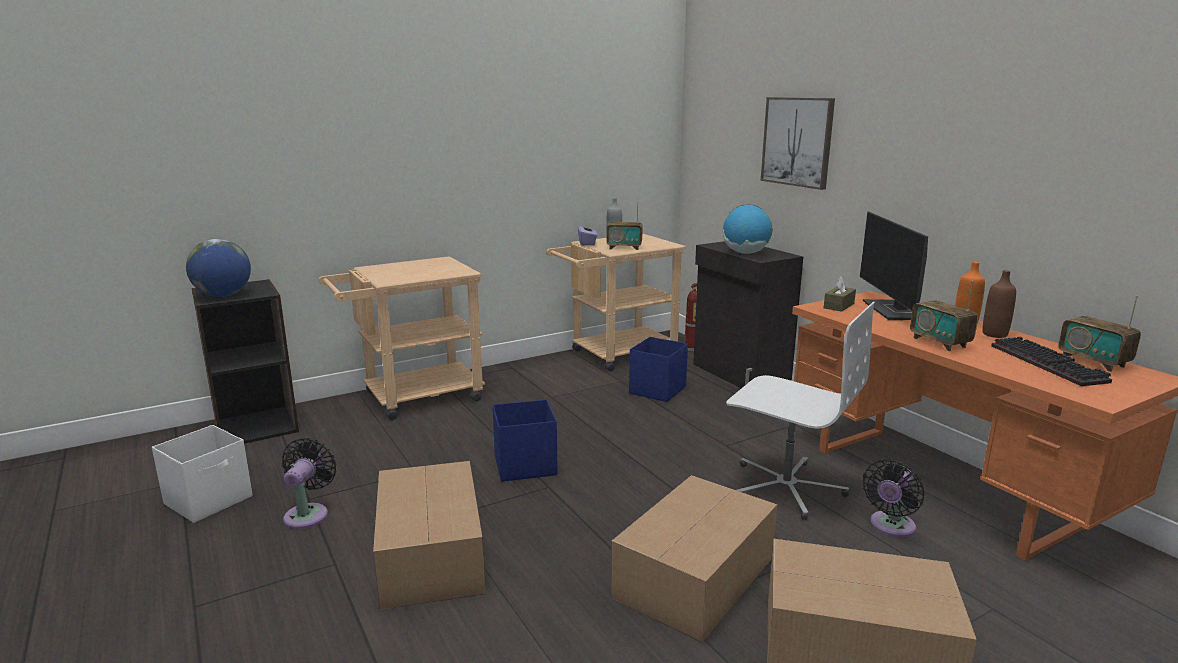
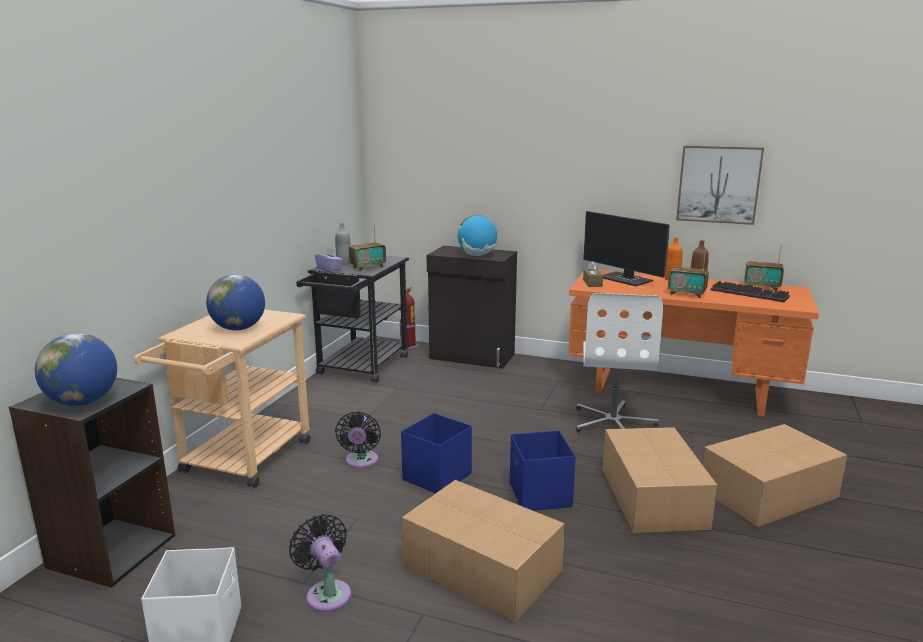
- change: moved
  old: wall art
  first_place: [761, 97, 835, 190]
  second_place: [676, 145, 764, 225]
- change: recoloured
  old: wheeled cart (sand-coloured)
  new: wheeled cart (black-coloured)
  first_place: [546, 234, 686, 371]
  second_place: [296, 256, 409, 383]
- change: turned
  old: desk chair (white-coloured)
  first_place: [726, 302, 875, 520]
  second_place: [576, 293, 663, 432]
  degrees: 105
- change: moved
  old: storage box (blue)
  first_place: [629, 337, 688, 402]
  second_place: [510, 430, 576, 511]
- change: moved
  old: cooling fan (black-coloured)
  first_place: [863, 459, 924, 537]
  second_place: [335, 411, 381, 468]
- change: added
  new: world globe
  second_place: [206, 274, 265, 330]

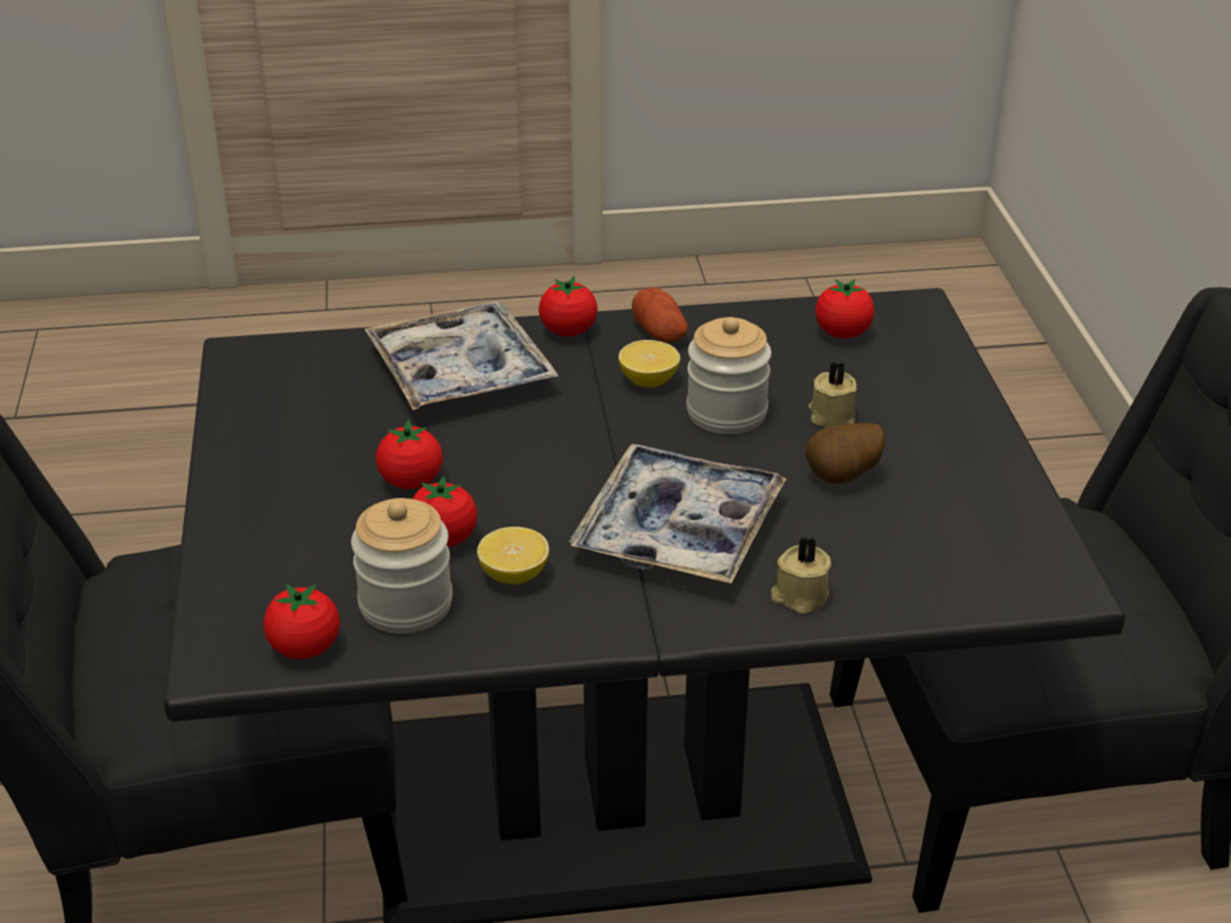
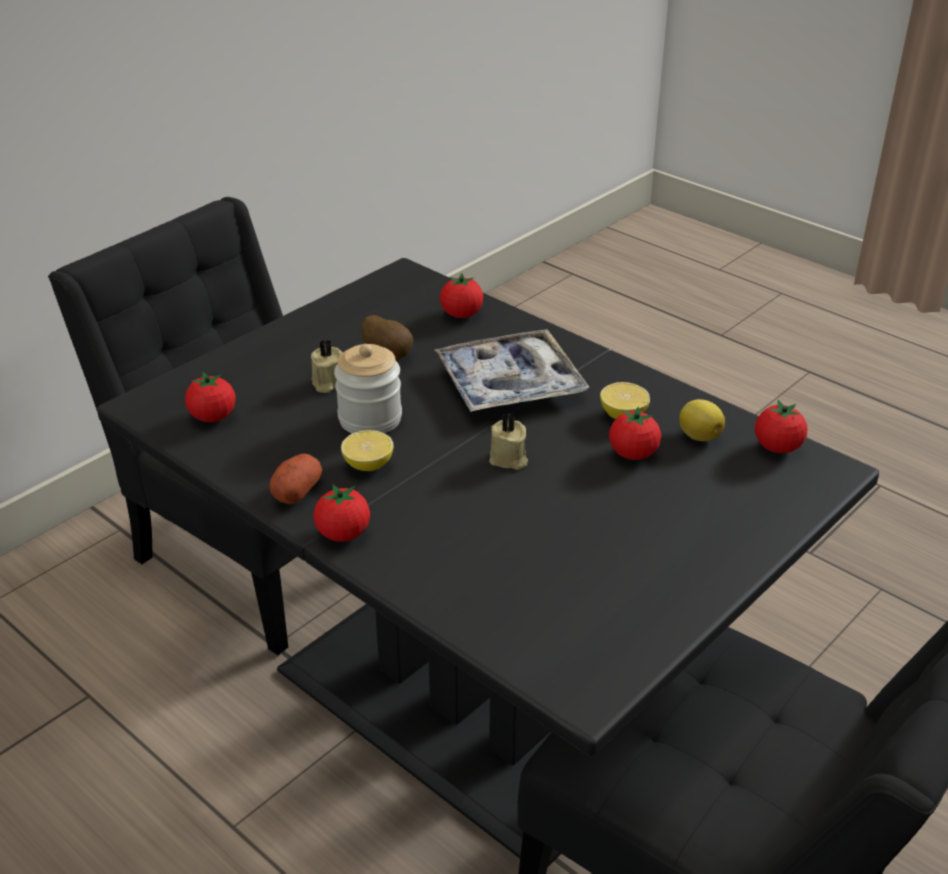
- change: removed
  old: tray
  first_place: [365, 302, 558, 410]
- change: moved
  old: tomato
  first_place: [376, 419, 443, 489]
  second_place: [440, 273, 483, 318]
- change: replaced
  old: jar
  new: lemon
  first_place: [351, 498, 453, 634]
  second_place: [679, 399, 725, 441]
- change: moved
  old: wax candle (sand-coloured)
  first_place: [771, 537, 831, 614]
  second_place: [489, 413, 528, 470]

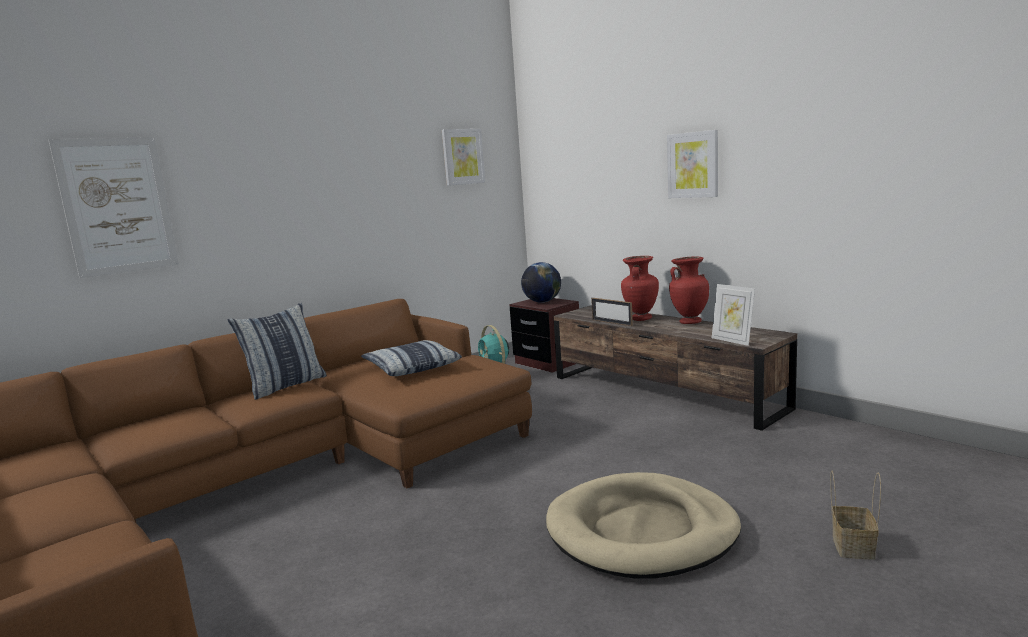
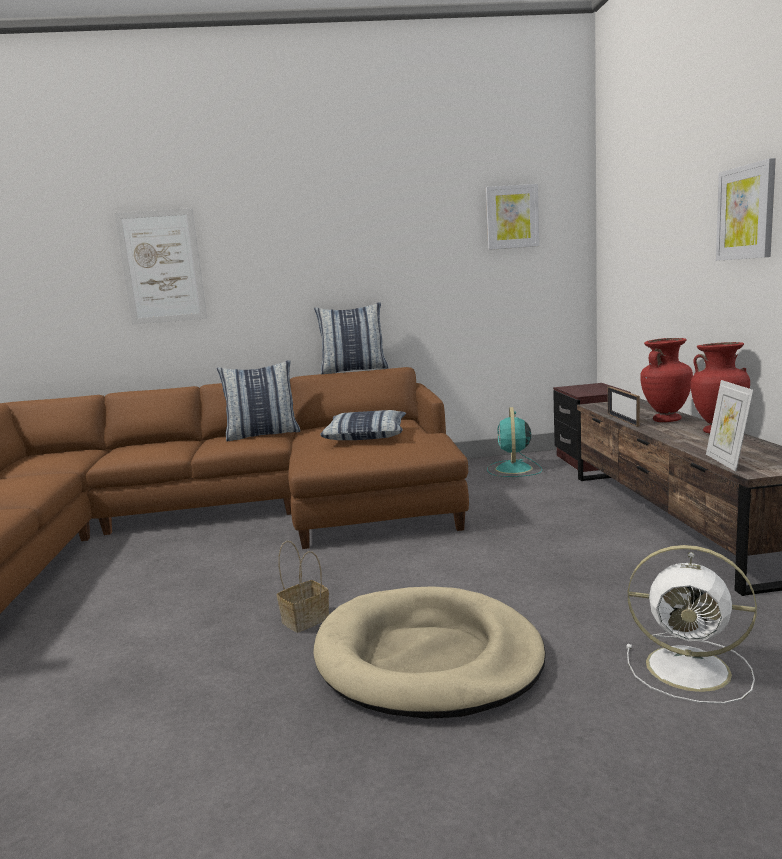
- change: removed
  old: world globe
  first_place: [521, 262, 561, 303]
- change: moved
  old: basket
  first_place: [830, 470, 881, 560]
  second_place: [277, 541, 329, 633]
- change: added
  new: cushion
  second_place: [314, 302, 389, 374]
- change: added
  new: cooling fan (white-coloured)
  second_place: [626, 545, 757, 704]

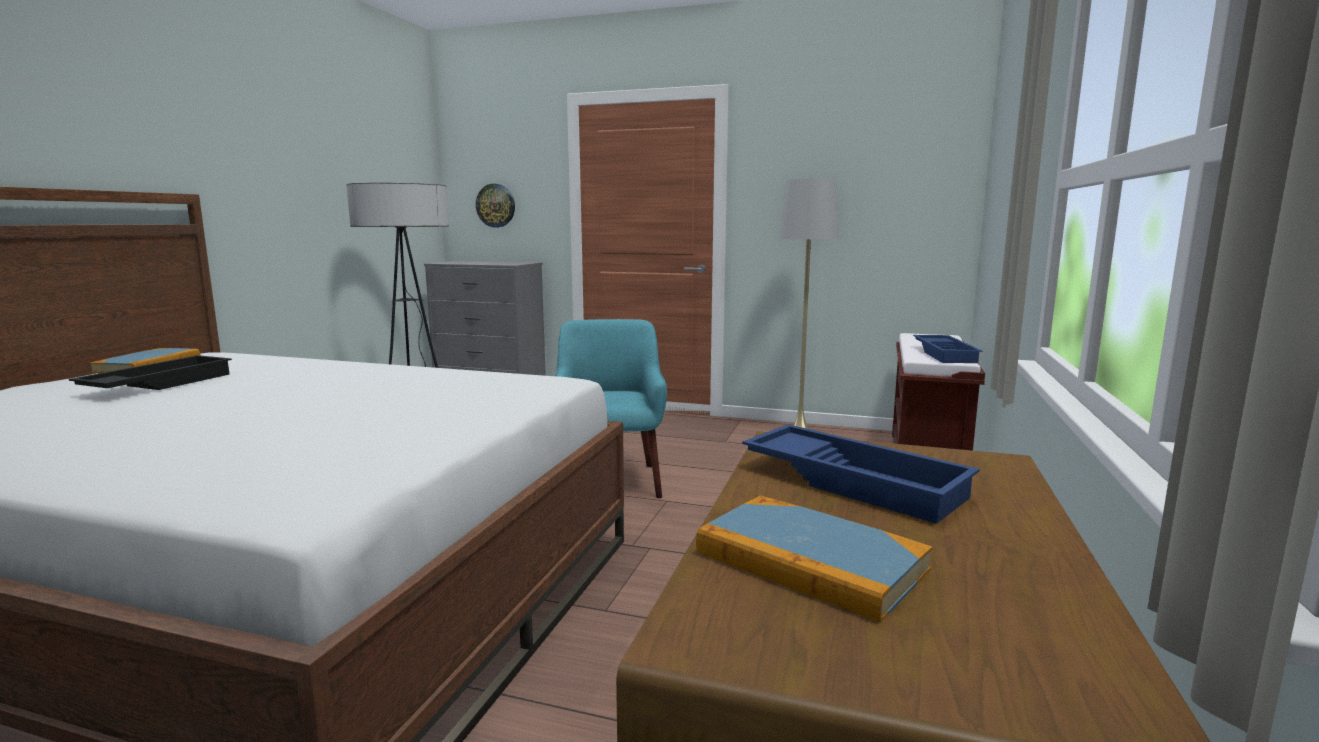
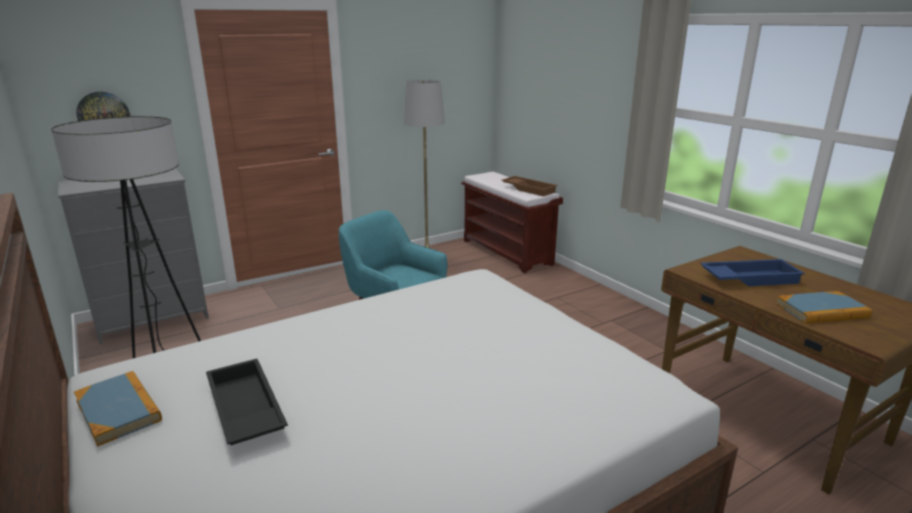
- change: recoloured
  old: tray (blue)
  new: tray (brown-coloured)
  first_place: [913, 335, 982, 363]
  second_place: [502, 176, 557, 196]

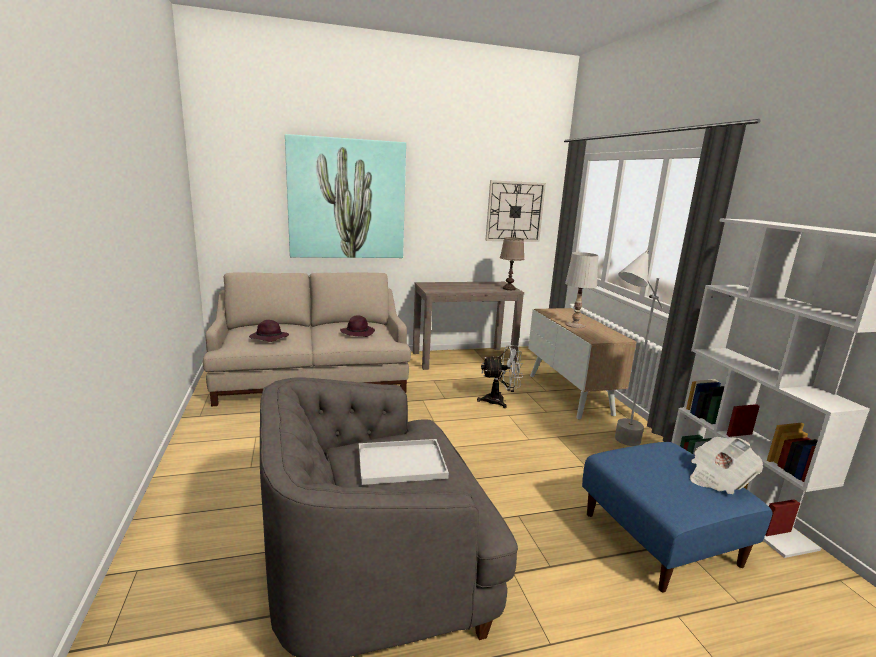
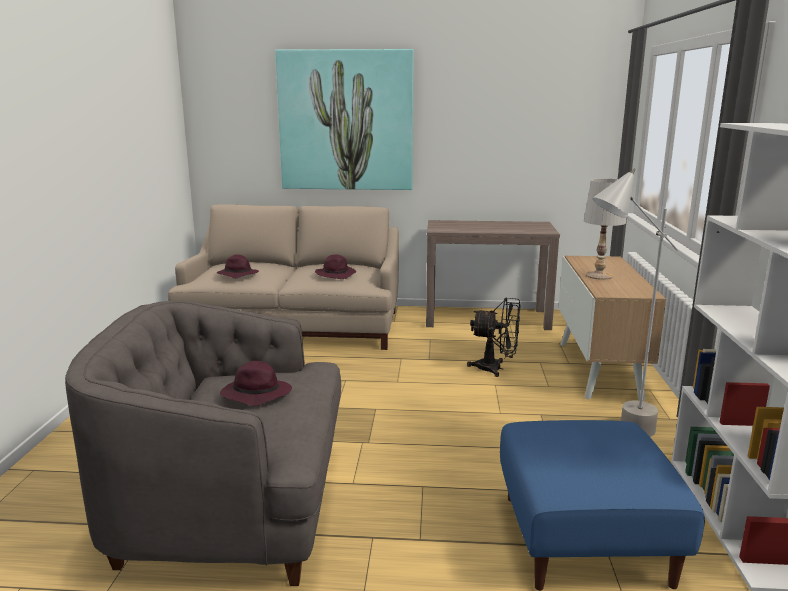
- change: removed
  old: clock on the wall
  first_place: [485, 180, 546, 242]
- change: removed
  old: table lamp (brown-coloured)
  first_place: [500, 237, 524, 290]
- change: recoloured
  old: cooling fan (white-coloured)
  new: cooling fan (black-coloured)
  first_place: [477, 345, 523, 408]
  second_place: [467, 298, 520, 377]
- change: removed
  old: newspaper
  first_place: [690, 437, 763, 494]
- change: replaced
  old: tray (white-coloured)
  new: wearable hat (purplish)
  first_place: [359, 439, 449, 485]
  second_place: [220, 361, 292, 406]

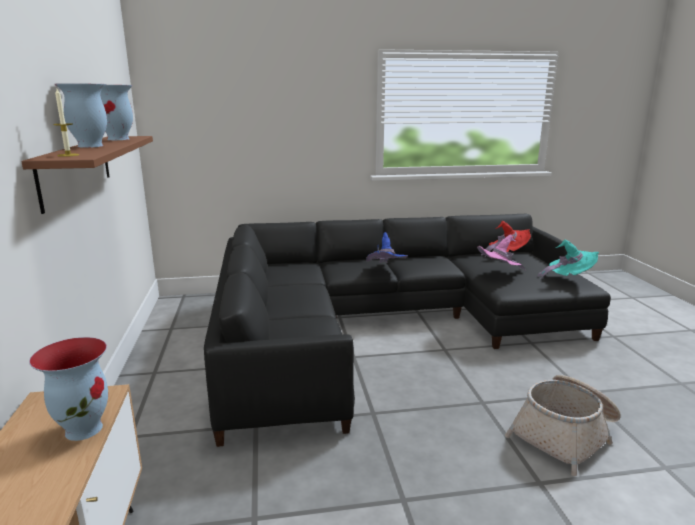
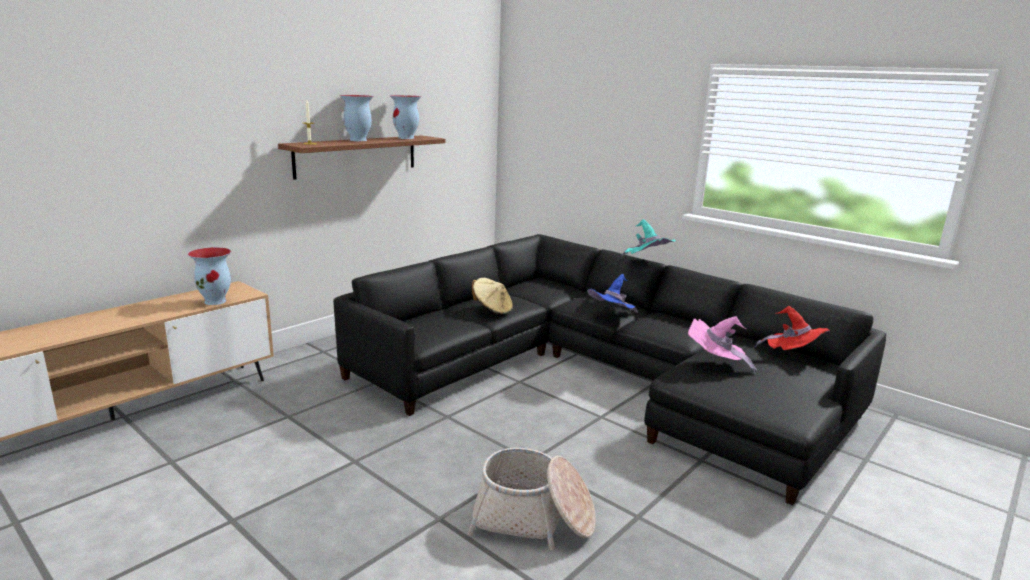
- change: moved
  old: wearable hat (blue-green)
  first_place: [537, 240, 599, 279]
  second_place: [621, 219, 676, 256]
- change: added
  new: wearable hat (sand-coloured)
  second_place: [472, 278, 513, 315]

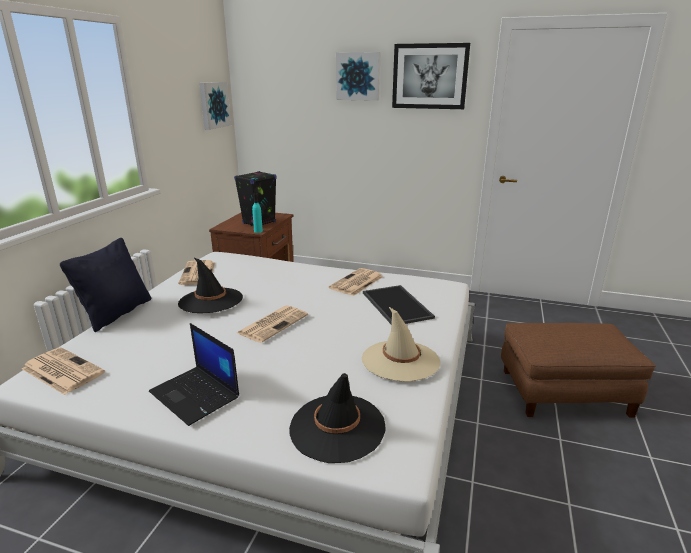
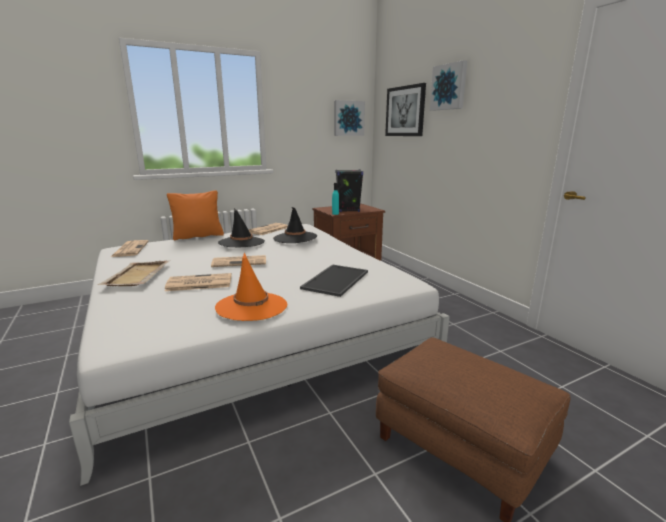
- change: moved
  old: wall art
  first_place: [392, 43, 470, 109]
  second_place: [385, 83, 426, 136]
- change: recoloured
  old: cushion (black-coloured)
  new: cushion (orange)
  first_place: [60, 238, 151, 332]
  second_place: [167, 190, 224, 240]
- change: moved
  old: newspaper
  first_place: [329, 268, 383, 296]
  second_place: [165, 273, 232, 291]
- change: recoloured
  old: wearable hat (sand-coloured)
  new: wearable hat (orange)
  first_place: [362, 307, 440, 382]
  second_place: [215, 253, 287, 321]
- change: replaced
  old: laptop
  new: tray (sand-coloured)
  first_place: [149, 323, 239, 426]
  second_place: [98, 260, 169, 286]
- change: moved
  old: wearable hat (black-coloured)
  first_place: [289, 373, 386, 463]
  second_place: [273, 207, 317, 243]

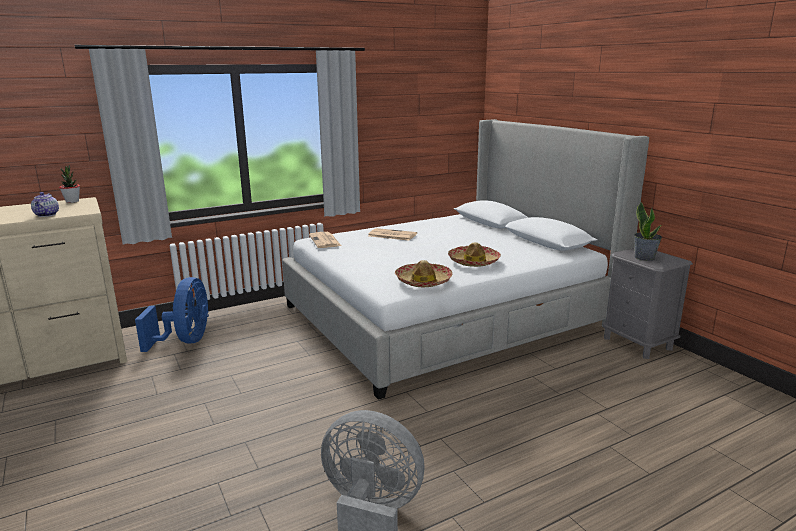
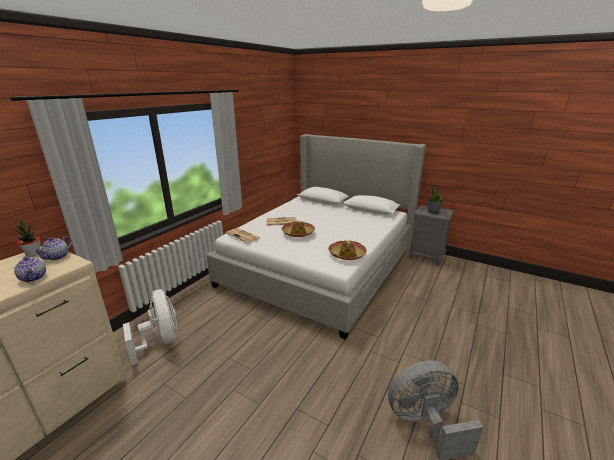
- change: moved
  old: wearable hat
  first_place: [448, 242, 501, 267]
  second_place: [282, 221, 315, 237]
- change: recoloured
  old: cooling fan (blue)
  new: cooling fan (white-coloured)
  first_place: [135, 277, 209, 352]
  second_place: [123, 289, 177, 365]
- change: added
  new: tea pot
  second_place: [33, 236, 72, 260]

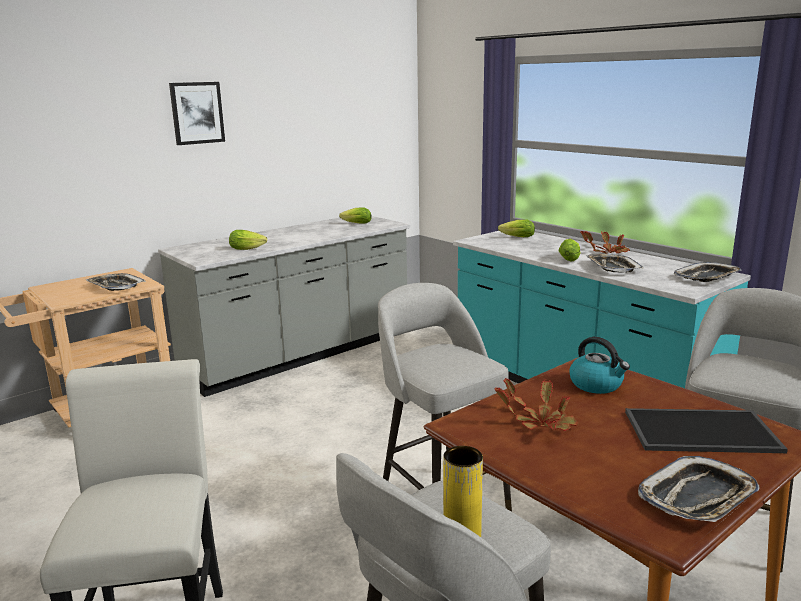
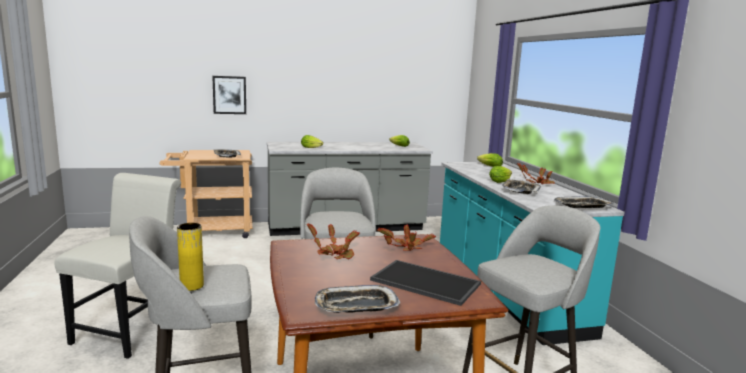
- change: moved
  old: wall art
  first_place: [169, 82, 225, 145]
  second_place: [212, 76, 246, 114]
- change: replaced
  old: tea kettle
  new: houseplant
  first_place: [569, 337, 630, 394]
  second_place: [377, 224, 436, 251]

